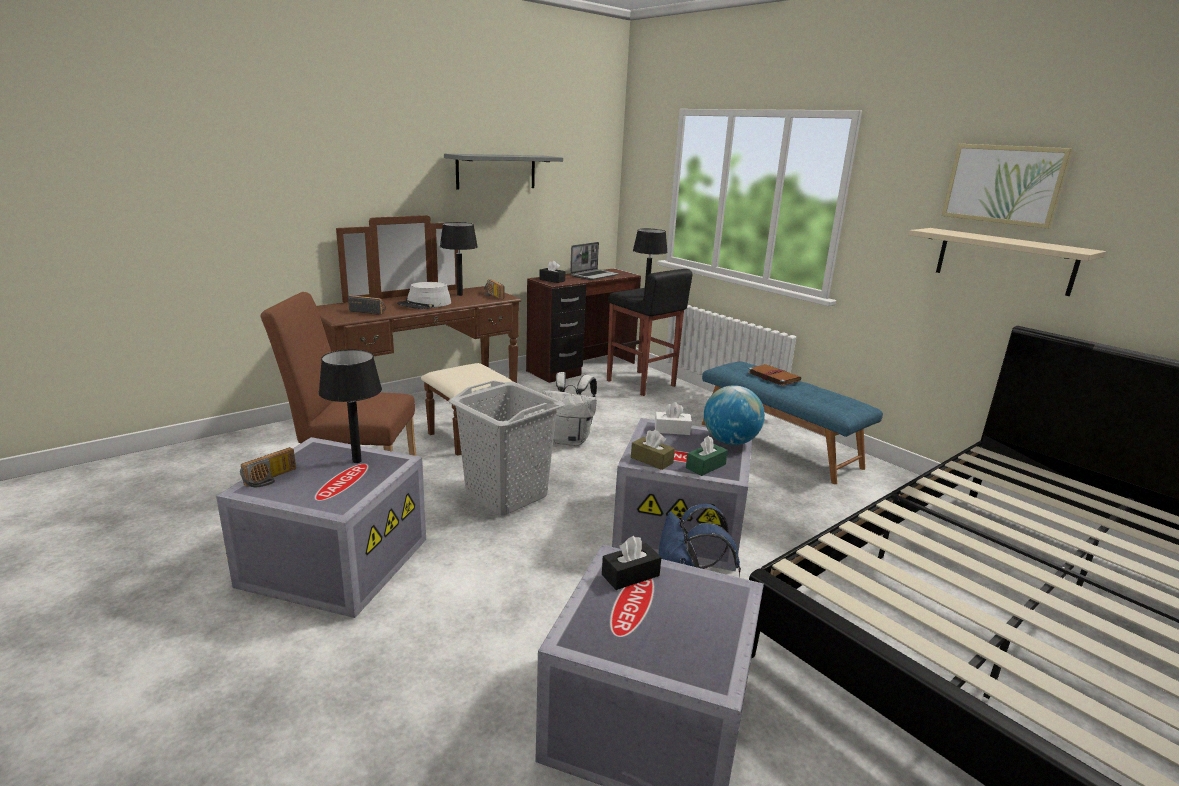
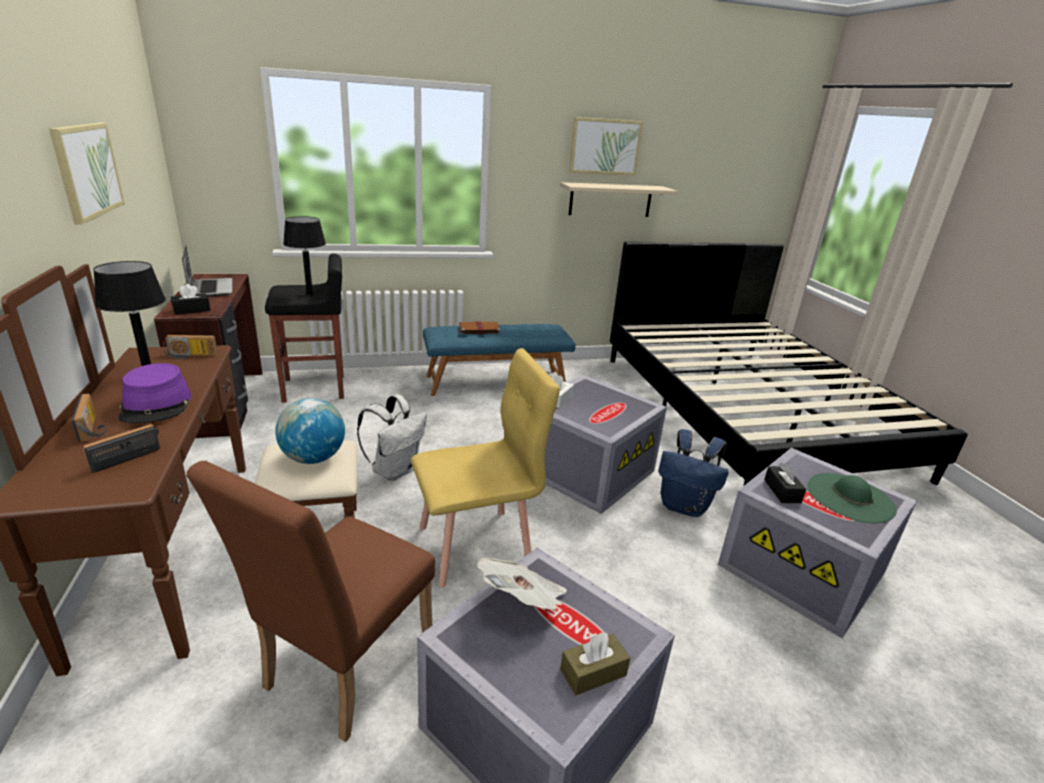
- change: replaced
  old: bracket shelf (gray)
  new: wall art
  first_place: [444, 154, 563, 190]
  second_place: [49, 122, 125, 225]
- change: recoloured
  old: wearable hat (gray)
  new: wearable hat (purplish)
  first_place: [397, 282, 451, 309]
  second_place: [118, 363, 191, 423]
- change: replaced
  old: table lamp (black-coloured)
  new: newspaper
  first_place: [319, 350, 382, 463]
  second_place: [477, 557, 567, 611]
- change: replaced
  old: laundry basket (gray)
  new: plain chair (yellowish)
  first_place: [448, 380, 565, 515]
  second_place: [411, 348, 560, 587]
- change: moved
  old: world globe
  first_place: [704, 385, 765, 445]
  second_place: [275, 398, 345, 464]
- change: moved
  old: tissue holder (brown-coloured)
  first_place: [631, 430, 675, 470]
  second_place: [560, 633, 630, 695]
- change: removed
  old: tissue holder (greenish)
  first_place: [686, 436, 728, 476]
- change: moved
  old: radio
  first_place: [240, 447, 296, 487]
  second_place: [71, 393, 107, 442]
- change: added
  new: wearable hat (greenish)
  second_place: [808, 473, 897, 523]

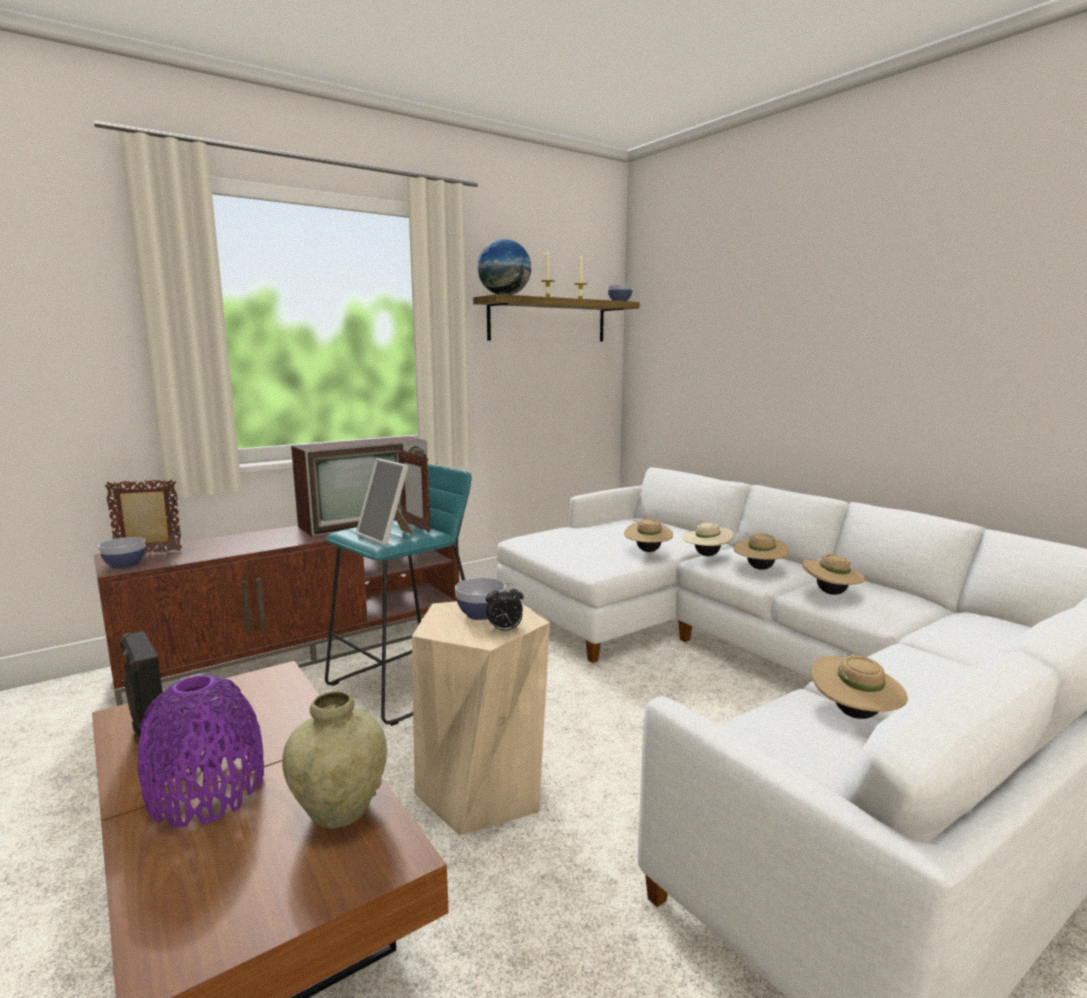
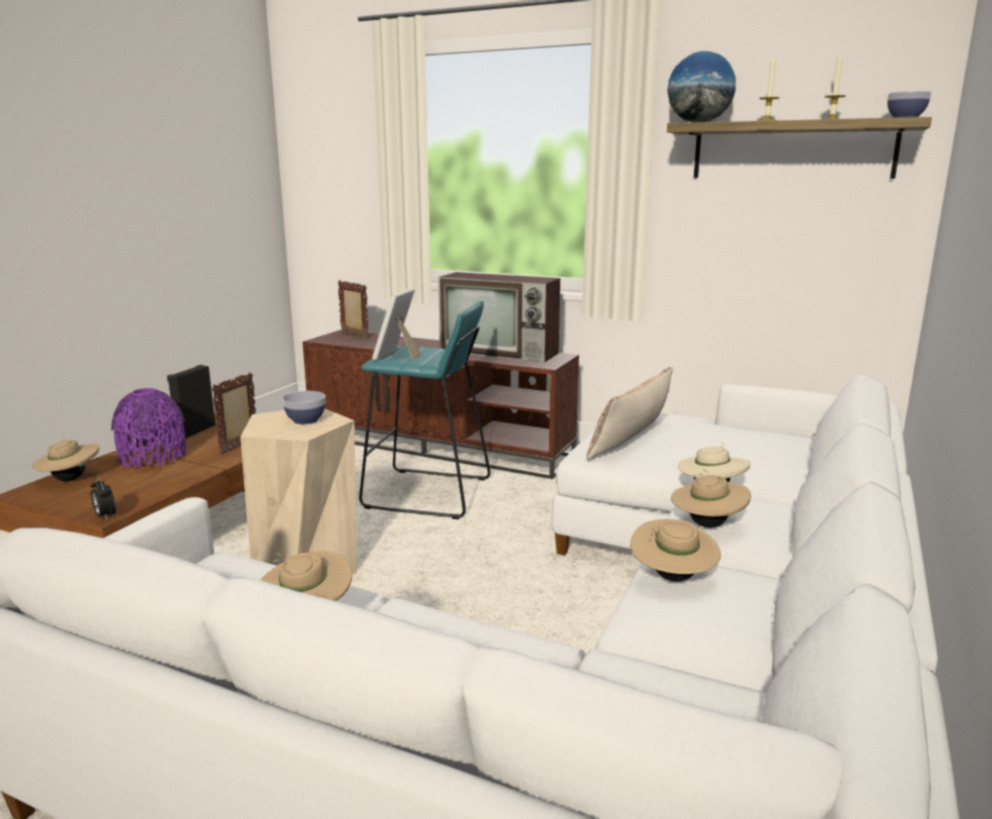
- change: moved
  old: picture frame
  first_place: [397, 449, 431, 532]
  second_place: [212, 372, 256, 455]
- change: moved
  old: wearable hat (sand-coloured)
  first_place: [624, 519, 673, 552]
  second_place: [32, 437, 99, 481]
- change: removed
  old: serving bowl
  first_place: [98, 537, 145, 569]
- change: moved
  old: alarm clock
  first_place: [486, 583, 524, 632]
  second_place: [90, 477, 116, 519]
- change: removed
  old: flower vase (sand-coloured)
  first_place: [282, 691, 387, 829]
- change: added
  new: cushion
  second_place: [586, 367, 673, 460]

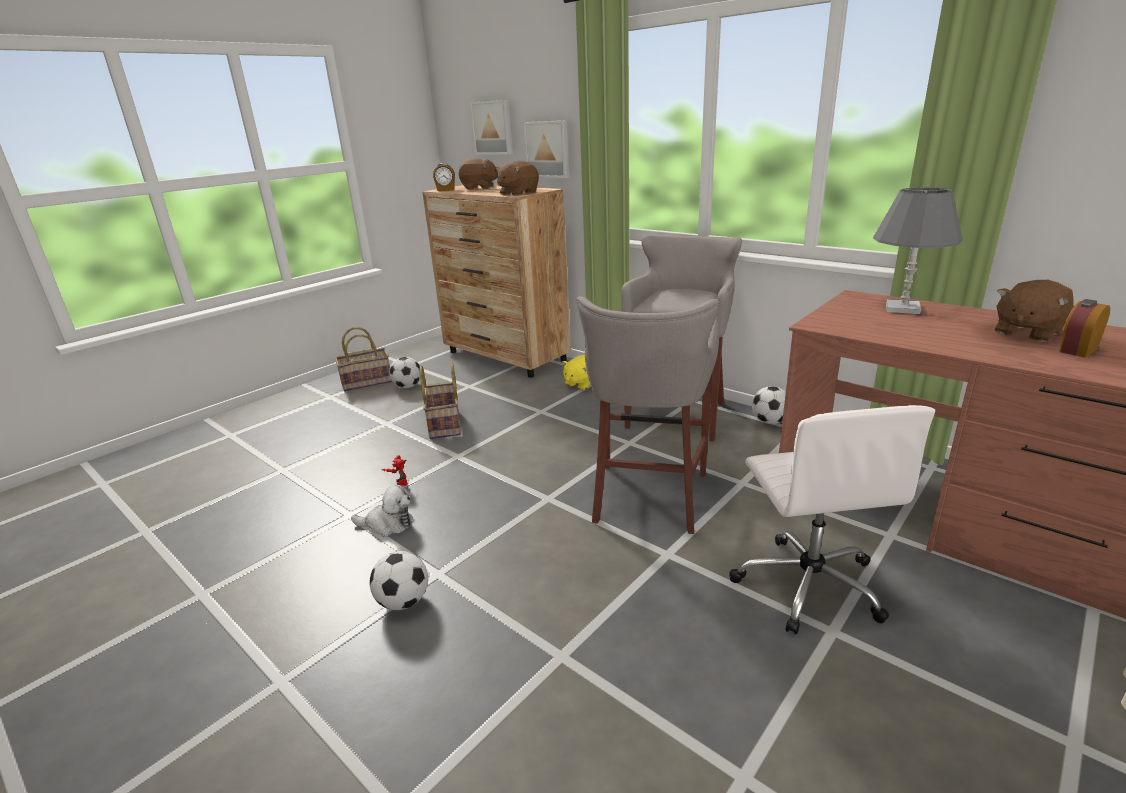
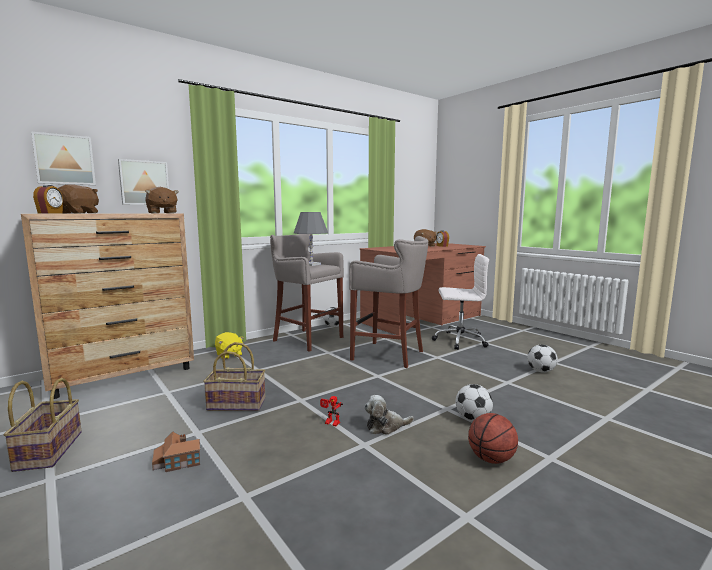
- change: moved
  old: table lamp (gray)
  first_place: [873, 187, 962, 314]
  second_place: [294, 212, 328, 266]
- change: moved
  old: ball for football
  first_place: [389, 357, 420, 388]
  second_place: [527, 344, 558, 373]
- change: turned
  old: cuddly toy
  first_place: [351, 485, 413, 537]
  second_place: [364, 395, 414, 435]
  degrees: -120
- change: added
  new: basketball ball
  second_place: [468, 413, 518, 464]
- change: added
  new: toy house
  second_place: [152, 431, 200, 472]

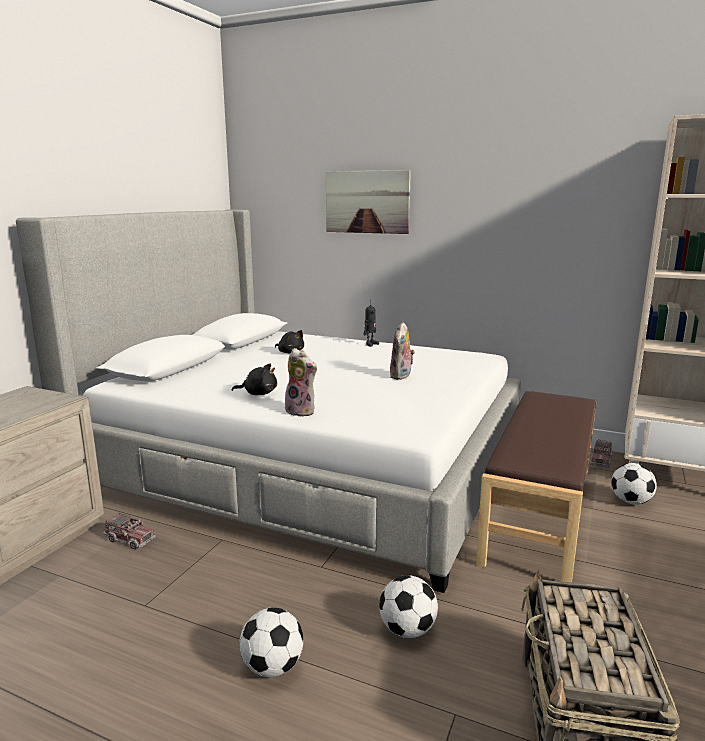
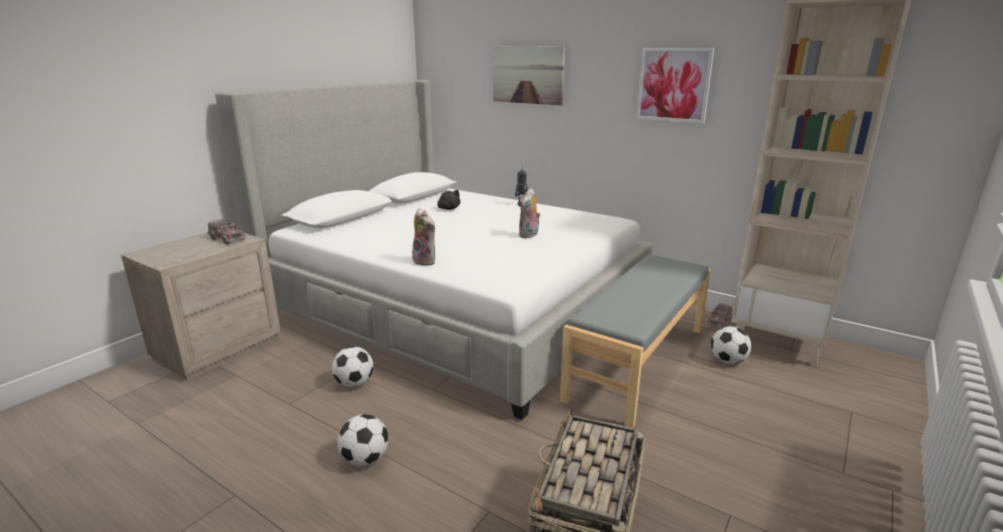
- change: removed
  old: cuddly toy (black-coloured)
  first_place: [232, 363, 277, 395]
- change: recoloured
  old: indoor bench (brown-coloured)
  new: indoor bench (gray)
  first_place: [476, 391, 596, 583]
  second_place: [560, 255, 711, 428]
- change: moved
  old: model truck
  first_place: [103, 513, 156, 549]
  second_place: [207, 219, 246, 244]
- change: moved
  old: ball for football
  first_place: [379, 575, 438, 638]
  second_place: [332, 346, 373, 387]
- change: added
  new: wall art
  second_place: [636, 48, 714, 123]

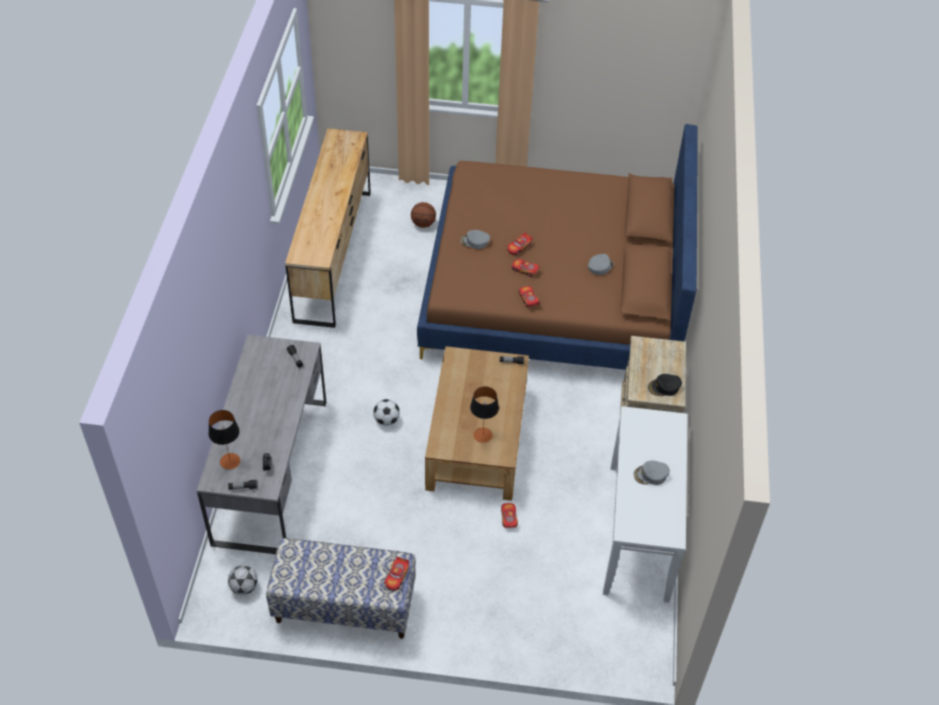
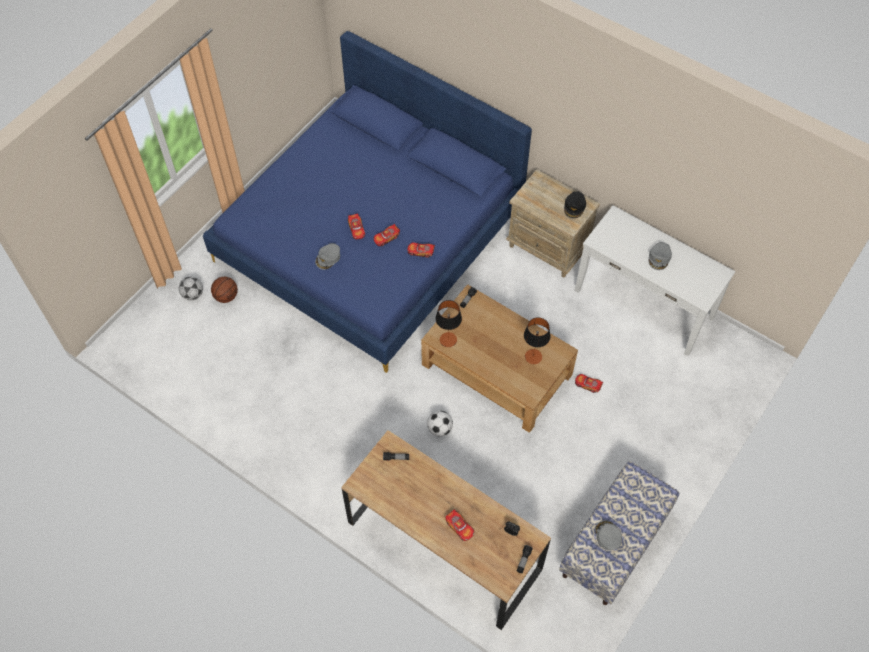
- change: recoloured
  old: bedroom bed (brown-coloured)
  new: bedroom bed (blue)
  first_place: [417, 124, 698, 370]
  second_place: [203, 31, 532, 373]
- change: removed
  old: dresser (brown-coloured)
  first_place: [285, 128, 371, 328]
- change: moved
  old: cap (gray)
  first_place: [588, 254, 614, 275]
  second_place: [595, 520, 622, 550]
- change: recoloured
  old: desk (gray)
  new: desk (brown-coloured)
  first_place: [197, 335, 326, 554]
  second_place: [341, 430, 551, 630]
- change: moved
  old: table lamp
  first_place: [208, 410, 240, 470]
  second_place: [436, 300, 462, 347]
- change: moved
  old: toy car
  first_place: [384, 557, 409, 590]
  second_place: [445, 509, 474, 541]
- change: moved
  old: ball for football
  first_place: [228, 565, 258, 595]
  second_place: [179, 277, 203, 300]

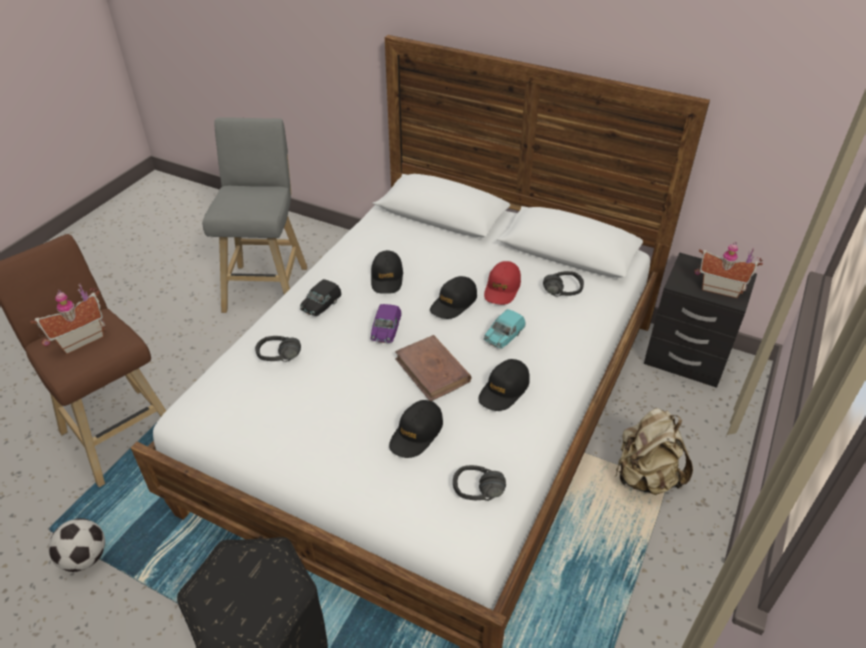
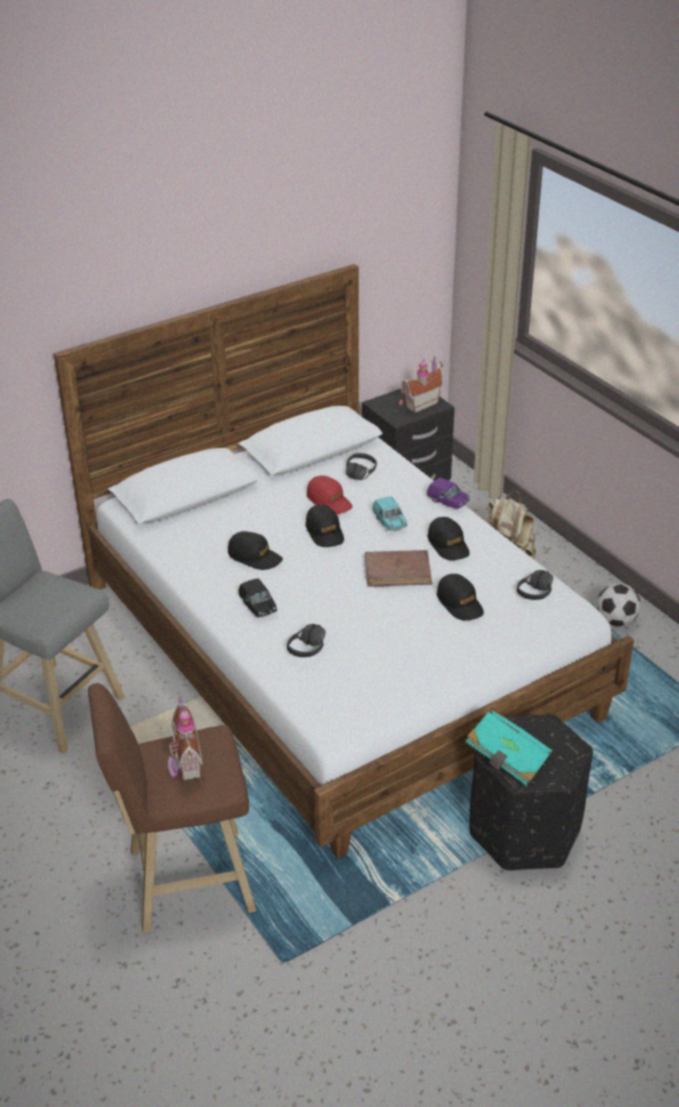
- change: moved
  old: toy car (purplish)
  first_place: [370, 304, 402, 343]
  second_place: [427, 477, 470, 509]
- change: moved
  old: ball for football
  first_place: [48, 518, 105, 572]
  second_place: [597, 583, 641, 626]
- change: added
  new: bound book (blue-green)
  second_place: [465, 708, 552, 786]

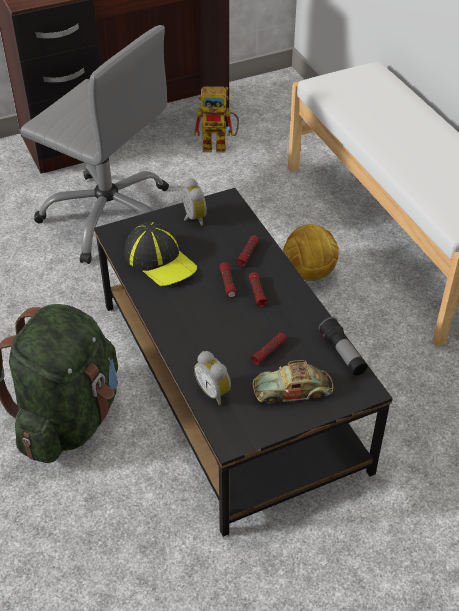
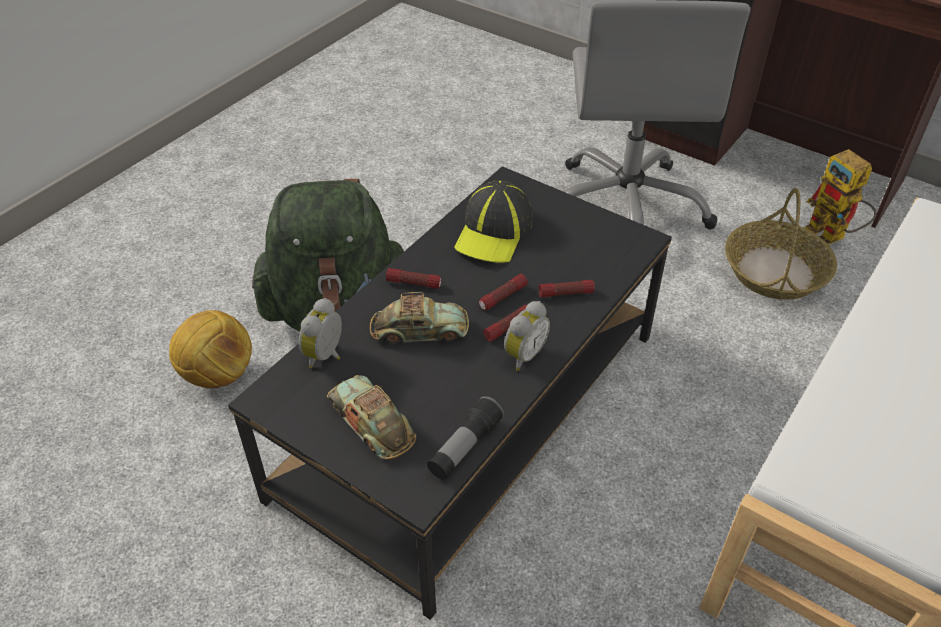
- change: moved
  old: alarm clock
  first_place: [182, 178, 207, 226]
  second_place: [504, 301, 550, 371]
- change: moved
  old: ball for football
  first_place: [283, 224, 339, 281]
  second_place: [169, 310, 252, 388]
- change: moved
  old: hand torch
  first_place: [251, 333, 287, 365]
  second_place: [386, 268, 441, 289]
- change: added
  new: basket
  second_place: [725, 188, 837, 300]
- change: added
  new: toy car
  second_place: [370, 292, 469, 344]

